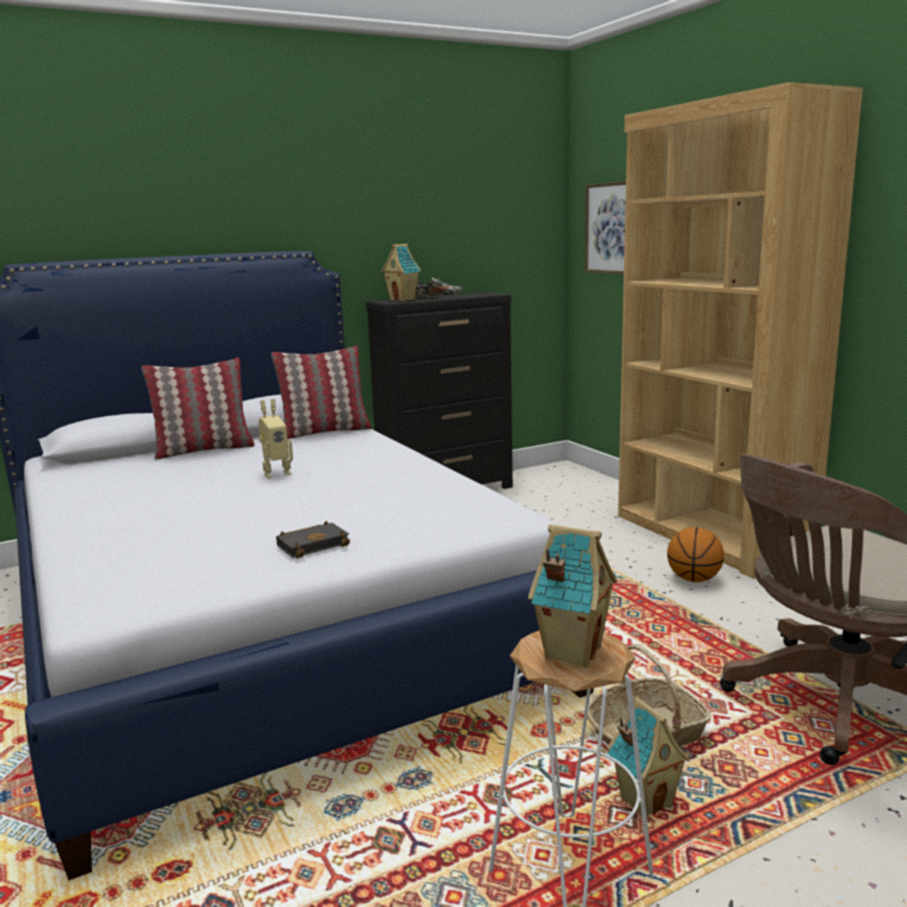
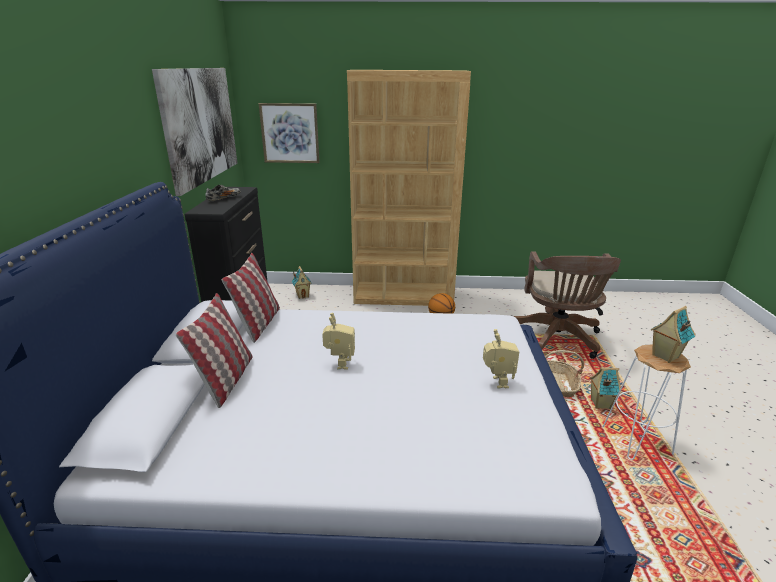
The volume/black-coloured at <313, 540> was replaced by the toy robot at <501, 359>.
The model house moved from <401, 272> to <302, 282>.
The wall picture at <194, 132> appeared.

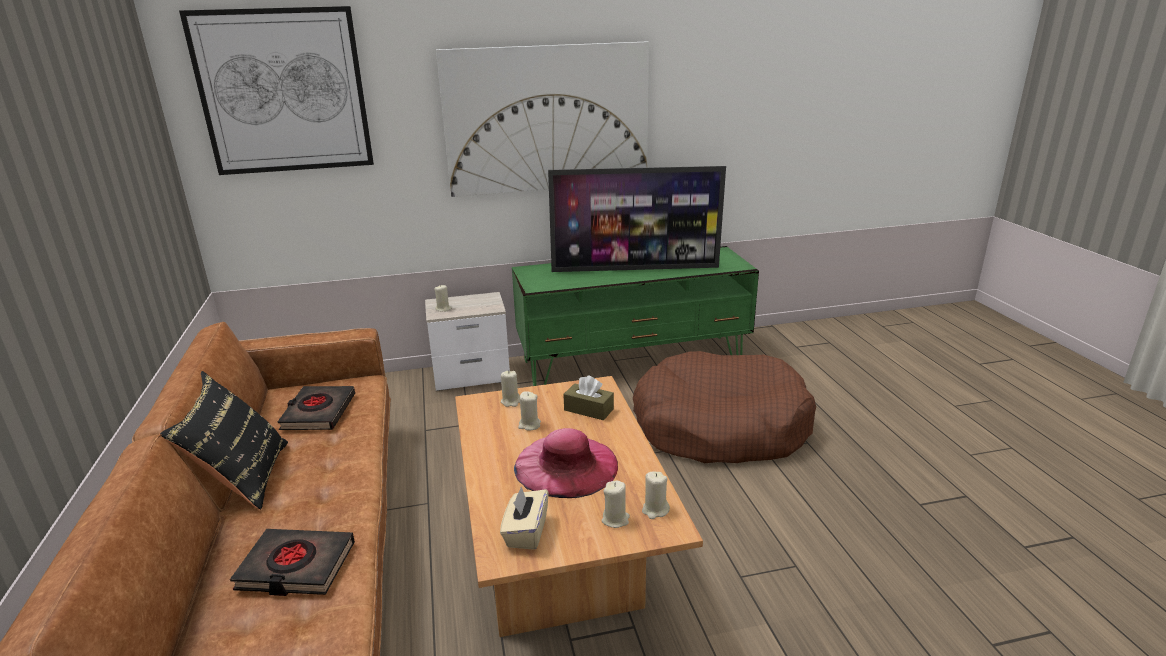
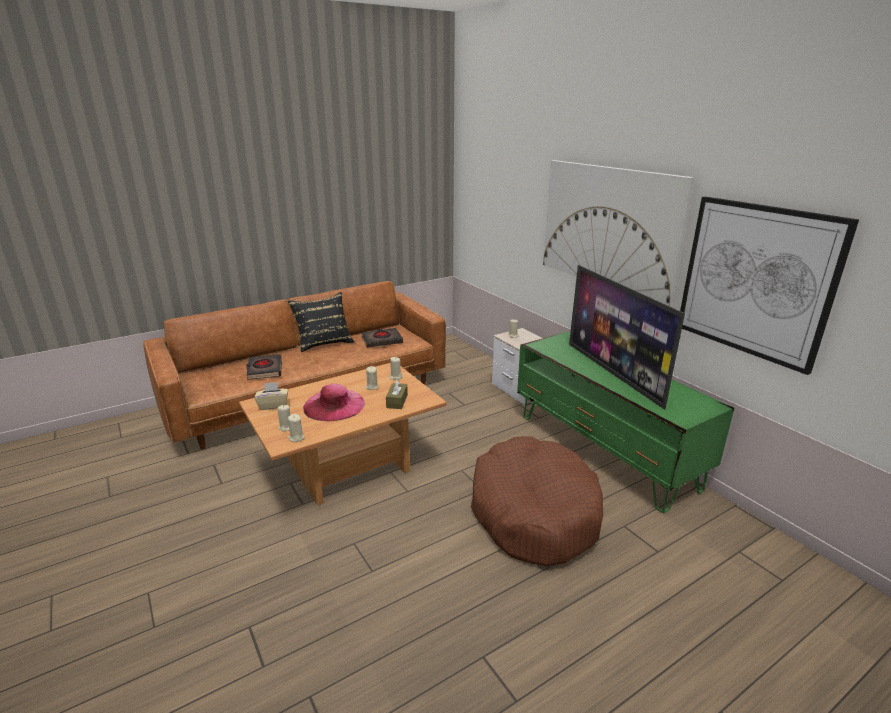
The wall picture moved from <276, 90> to <769, 285>.

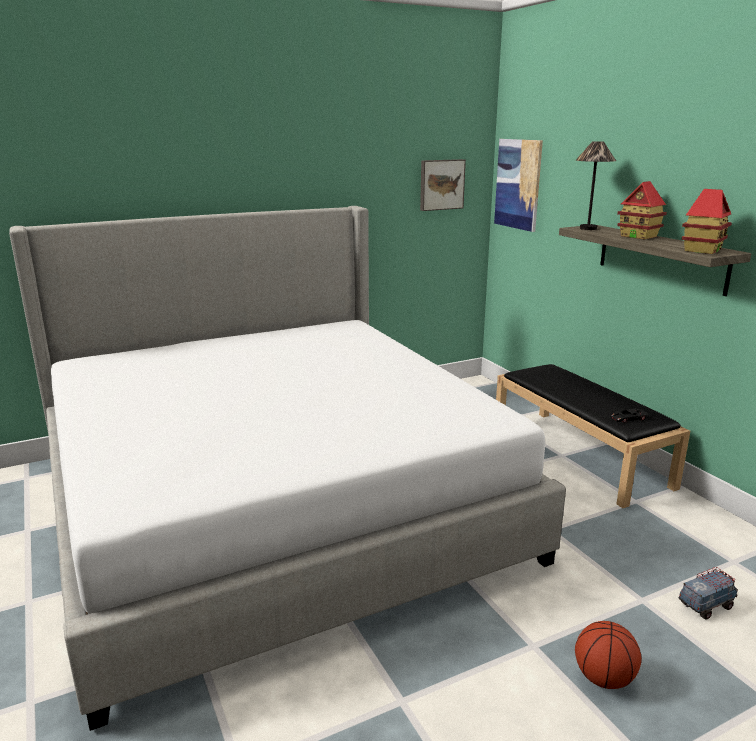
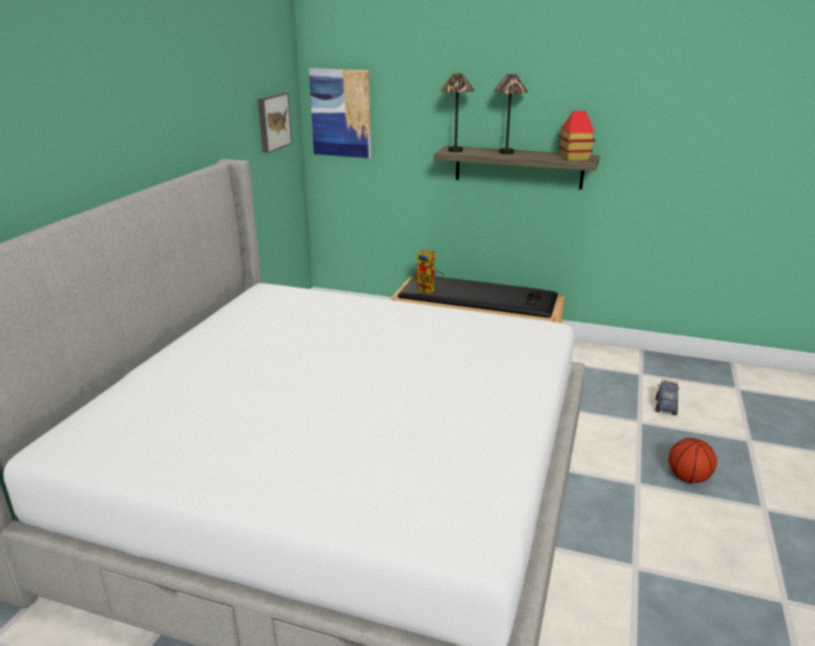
The model house at <642, 210> was replaced by the lamp for a table at <510, 114>.
The toy robot at <428, 271> appeared.

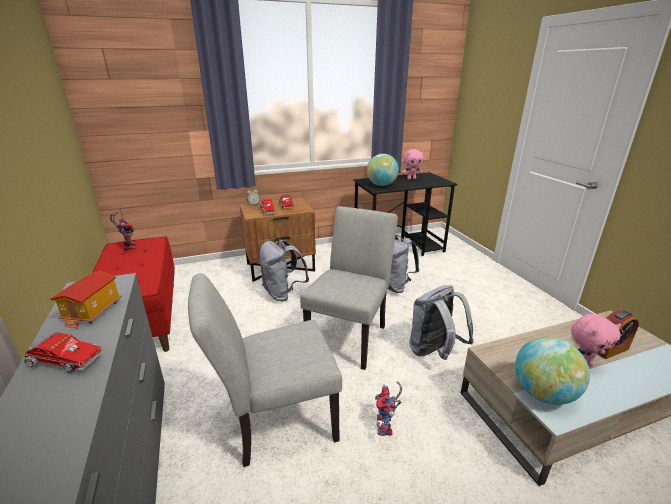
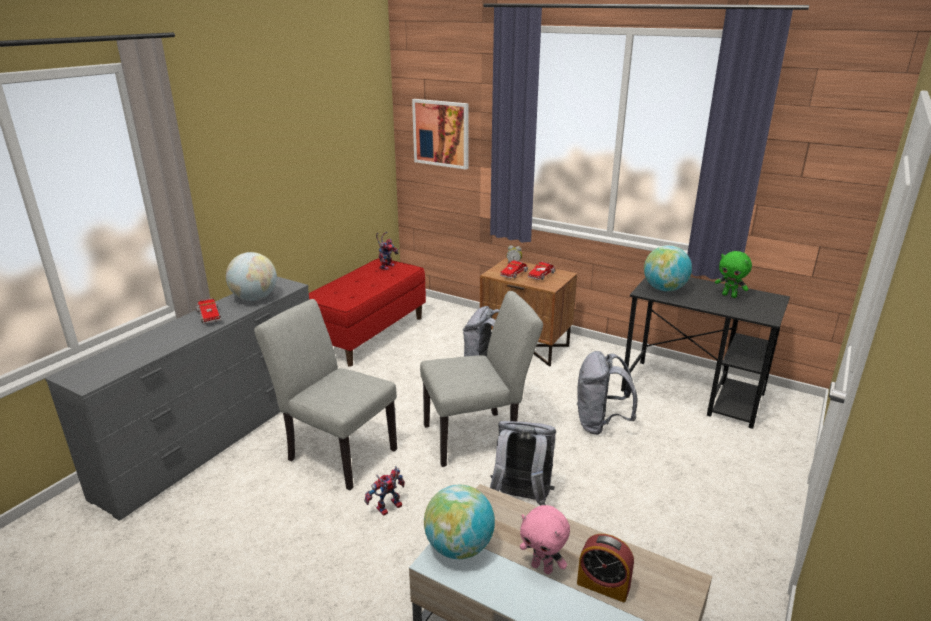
The model house at <86, 300> was replaced by the world globe at <251, 276>.
The cuddly toy/pinkish at <413, 164> became the cuddly toy/greenish at <733, 274>.
The wall picture at <440, 134> appeared.

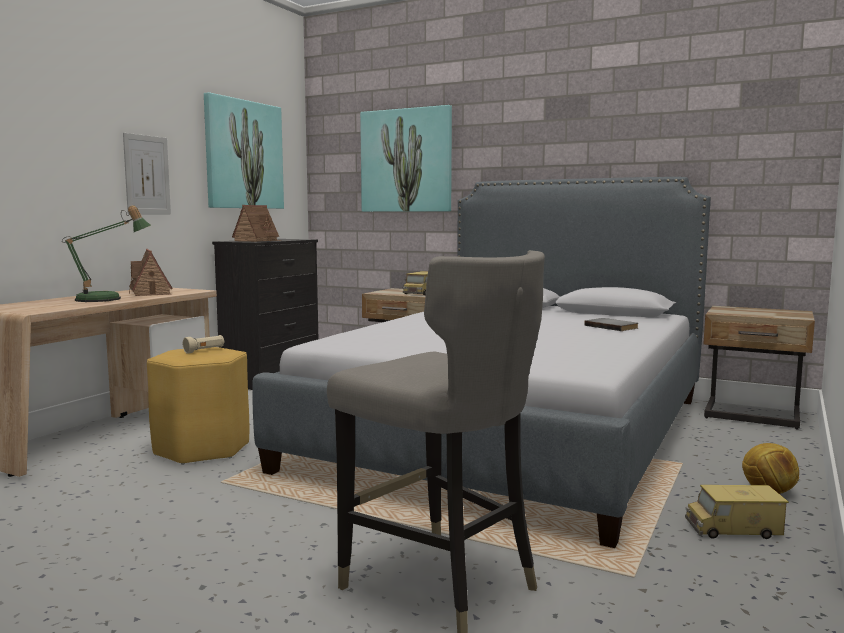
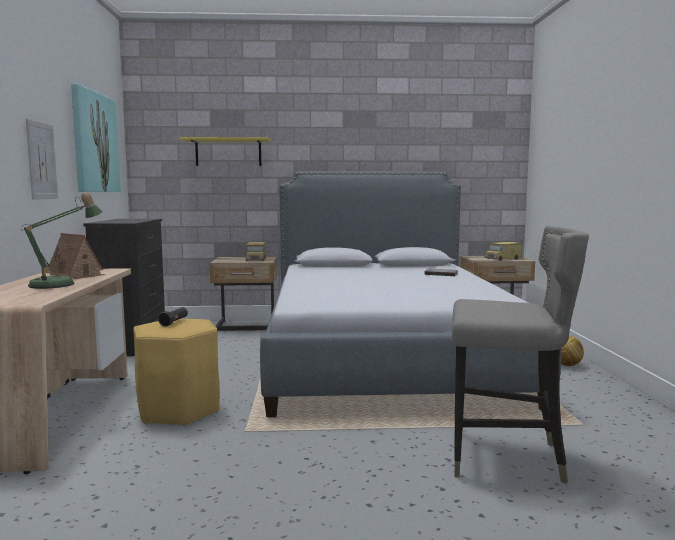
The flashlight/beige at <204, 344> became the flashlight/black-coloured at <173, 317>.
The model house at <256, 223> disappeared.
The wall picture at <406, 158> was replaced by the bracket shelf/yellow at <225, 151>.
The model truck moved from <737, 512> to <503, 251>.

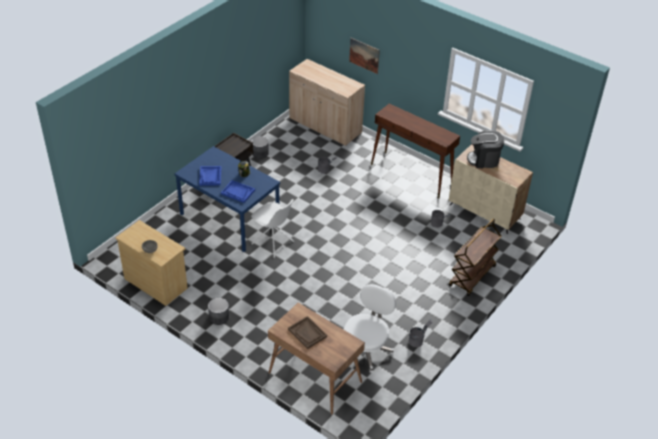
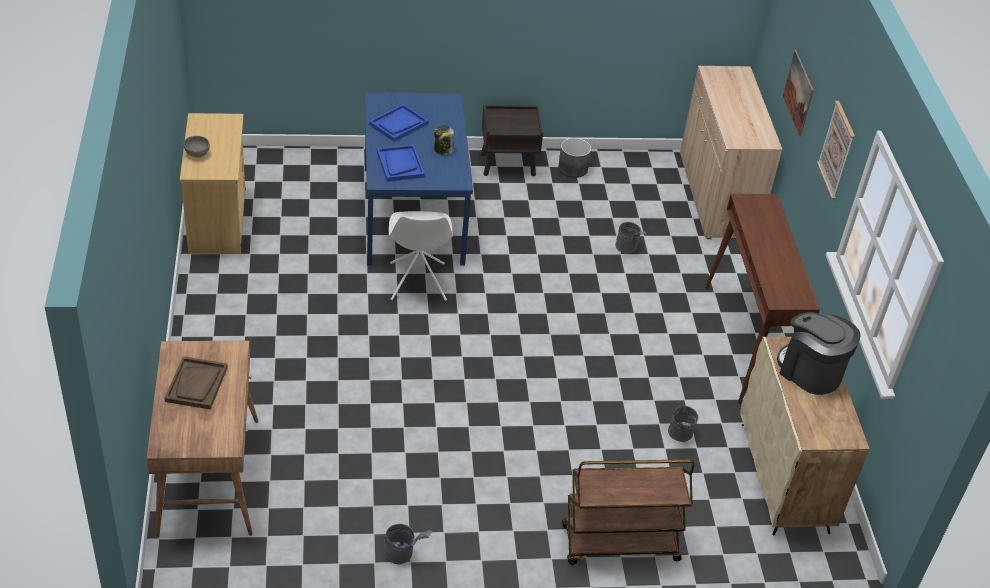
The plant pot/gray at <218, 311> disappeared.
The desk chair/white at <370, 328> disappeared.
The wall picture at <836, 150> appeared.

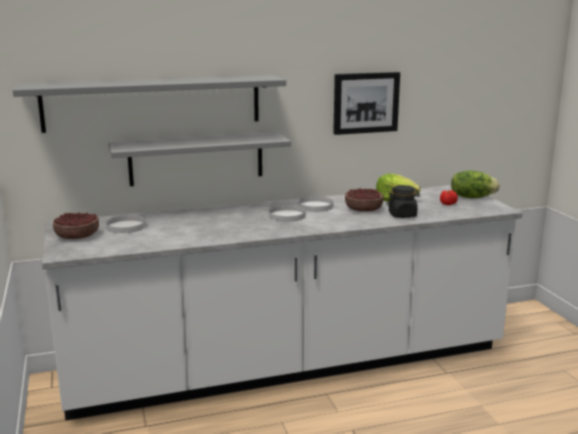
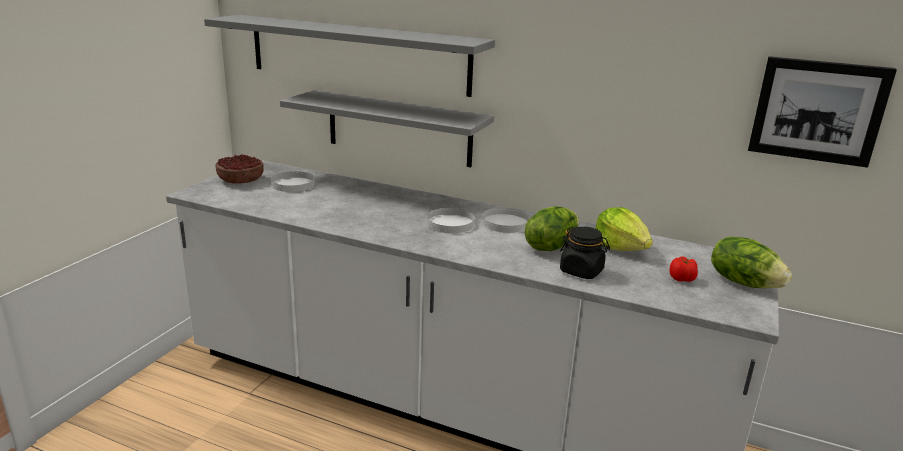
The wall picture moved from <366, 103> to <822, 112>.
The deep dish at <364, 200> was replaced by the lettuce at <552, 228>.

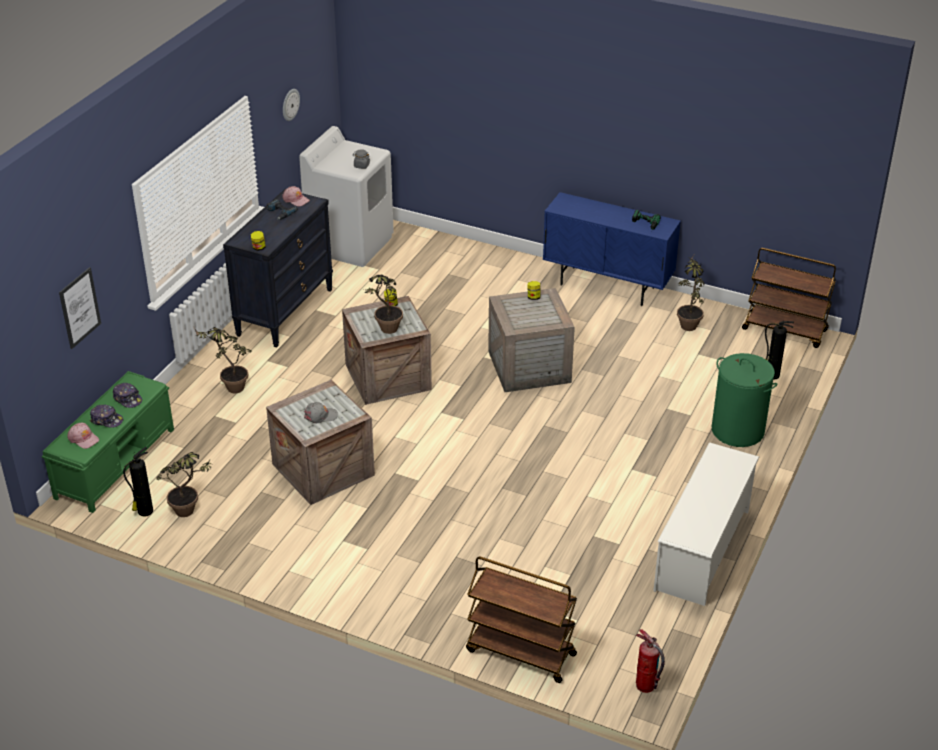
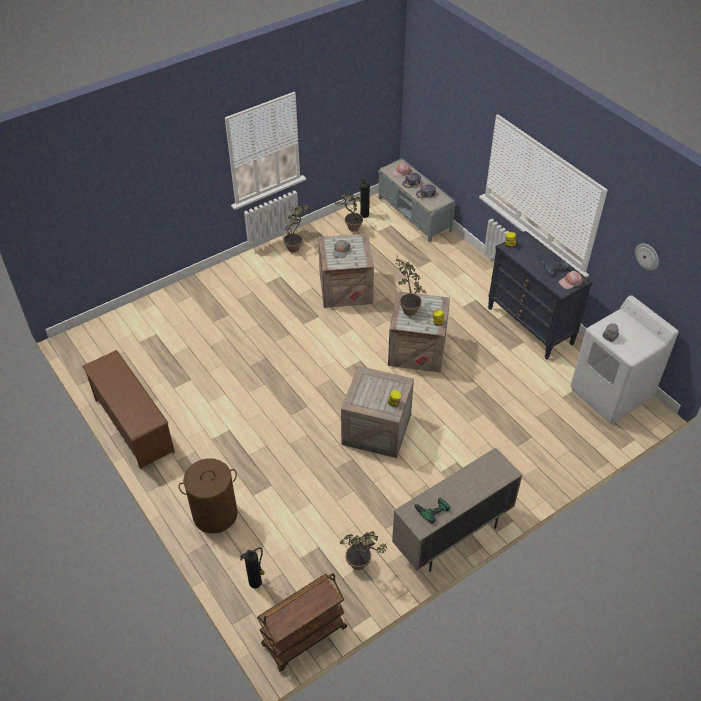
The long seat/greenish at <108, 442> became the long seat/gray at <417, 200>.
The wall picture at <80, 308> disappeared.
The potted plant moved from <223, 360> to <296, 227>.
The wheeled cart/brown at <521, 619> disappeared.
The cupboard/bluish at <612, 249> became the cupboard/beige at <457, 510>.
The fire-fighting cylinder at <650, 661> disappeared.
The shoe stand/white at <706, 524> became the shoe stand/brown at <128, 409>.
The laundry basket/greenish at <745, 400> became the laundry basket/brown at <208, 496>.

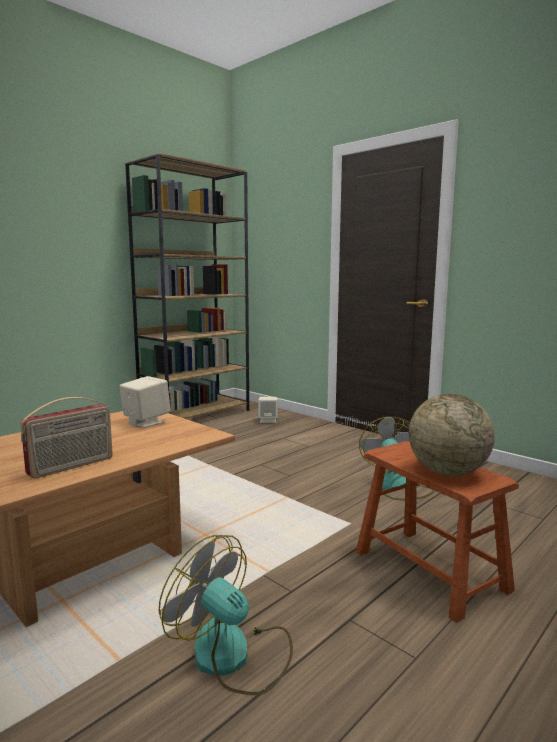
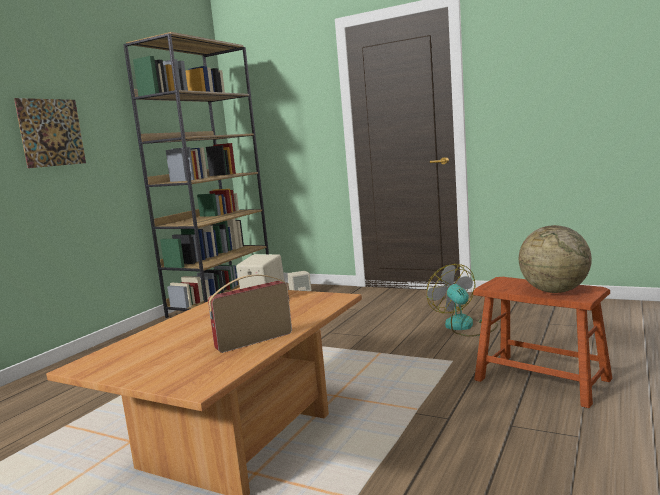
The radio set at <67, 438> turned 150 degrees counterclockwise.
The cooling fan at <226, 615> disappeared.
The wall picture at <50, 133> appeared.

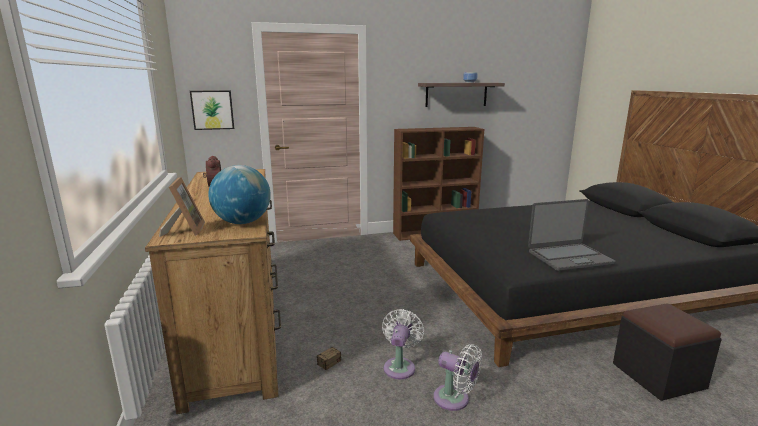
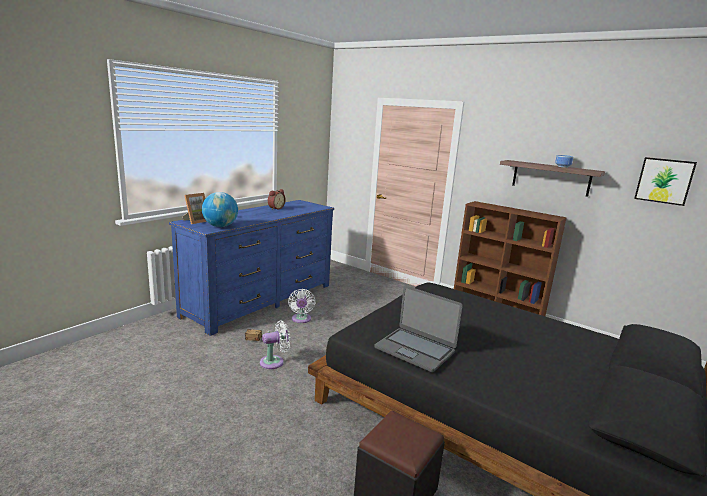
The dresser/brown at <213, 291> became the dresser/bluish at <251, 268>.
The wall picture moved from <212, 110> to <665, 181>.
The cooling fan/white moved from <458, 377> to <301, 306>.

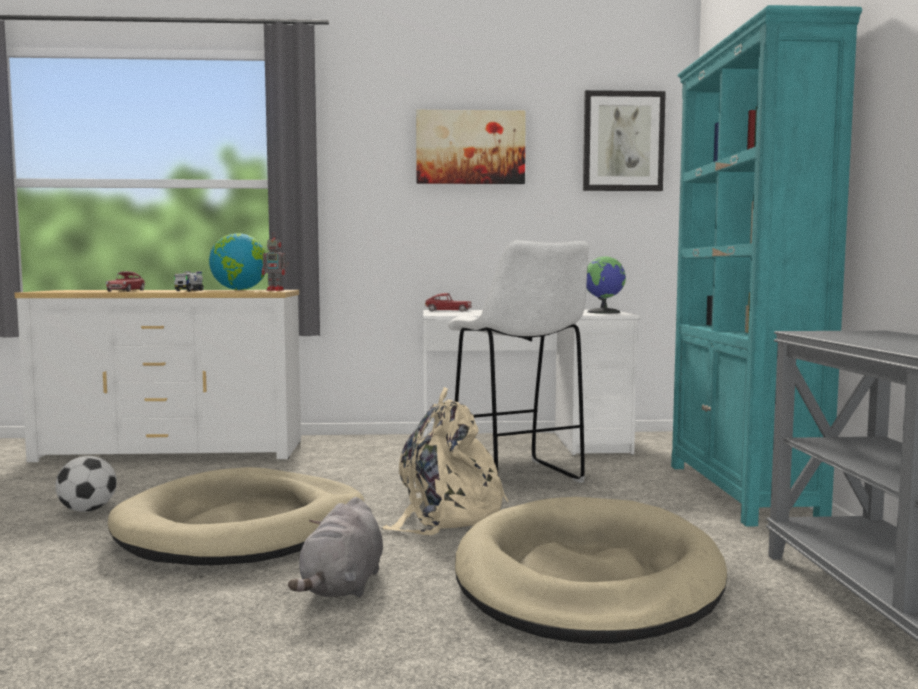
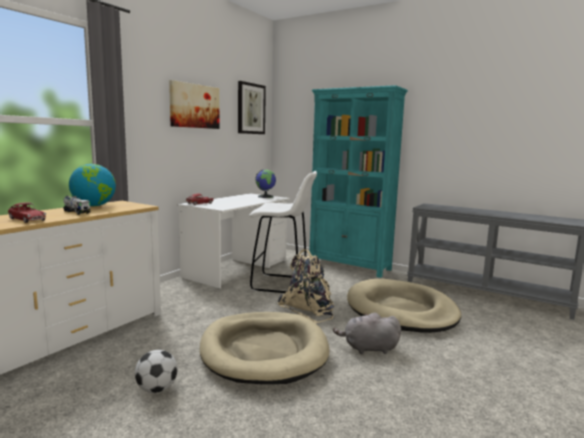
The toy robot at <275, 262> disappeared.
The cuddly toy/gray at <335, 547> turned 135 degrees clockwise.

